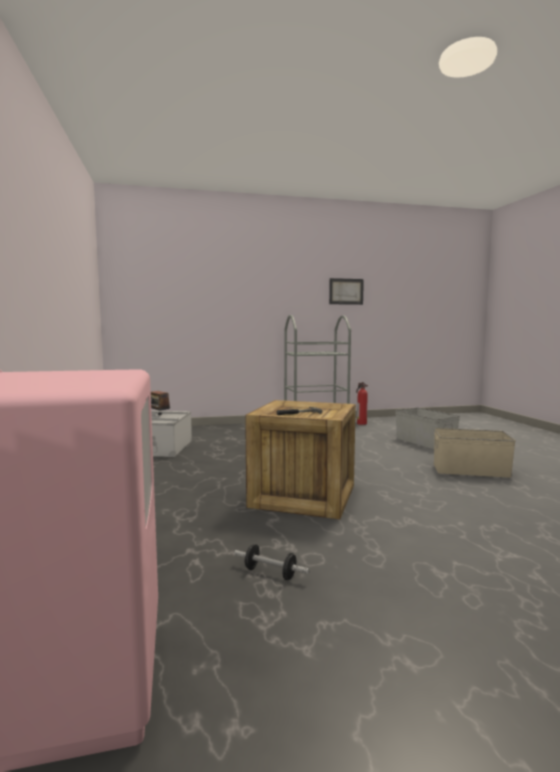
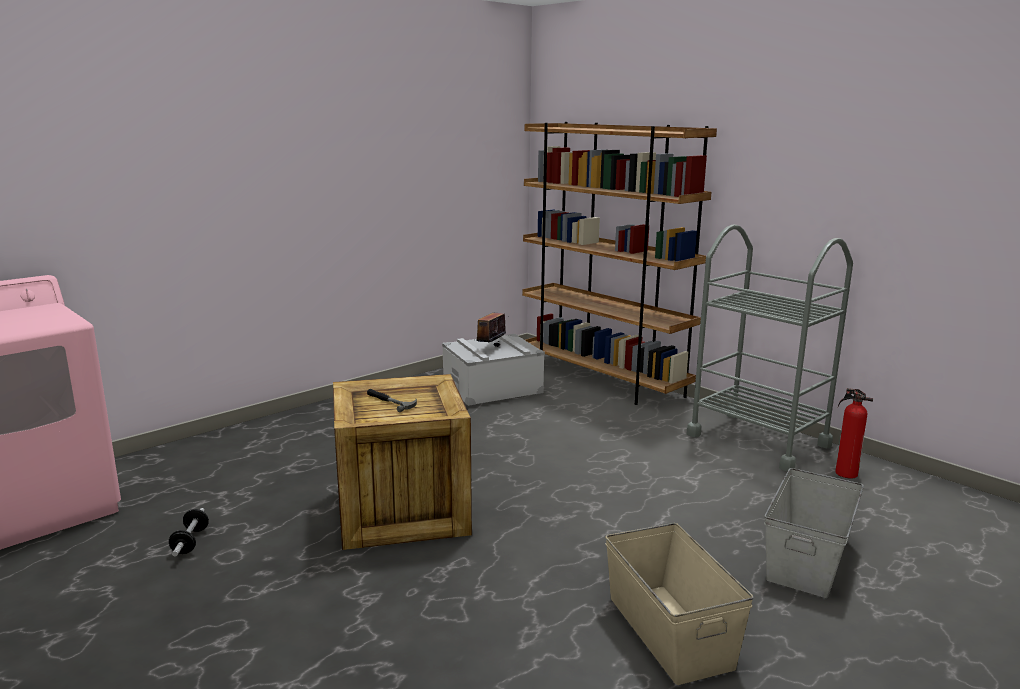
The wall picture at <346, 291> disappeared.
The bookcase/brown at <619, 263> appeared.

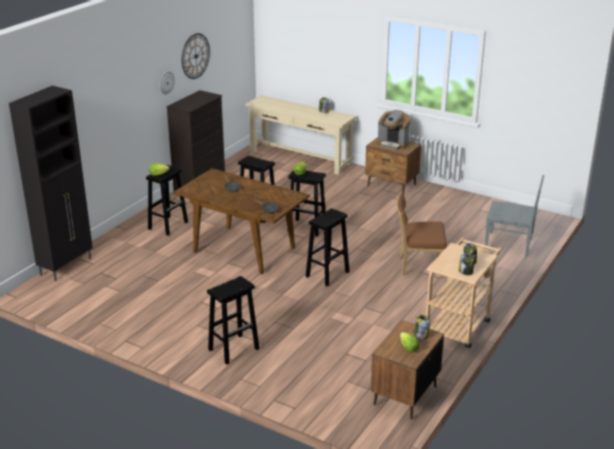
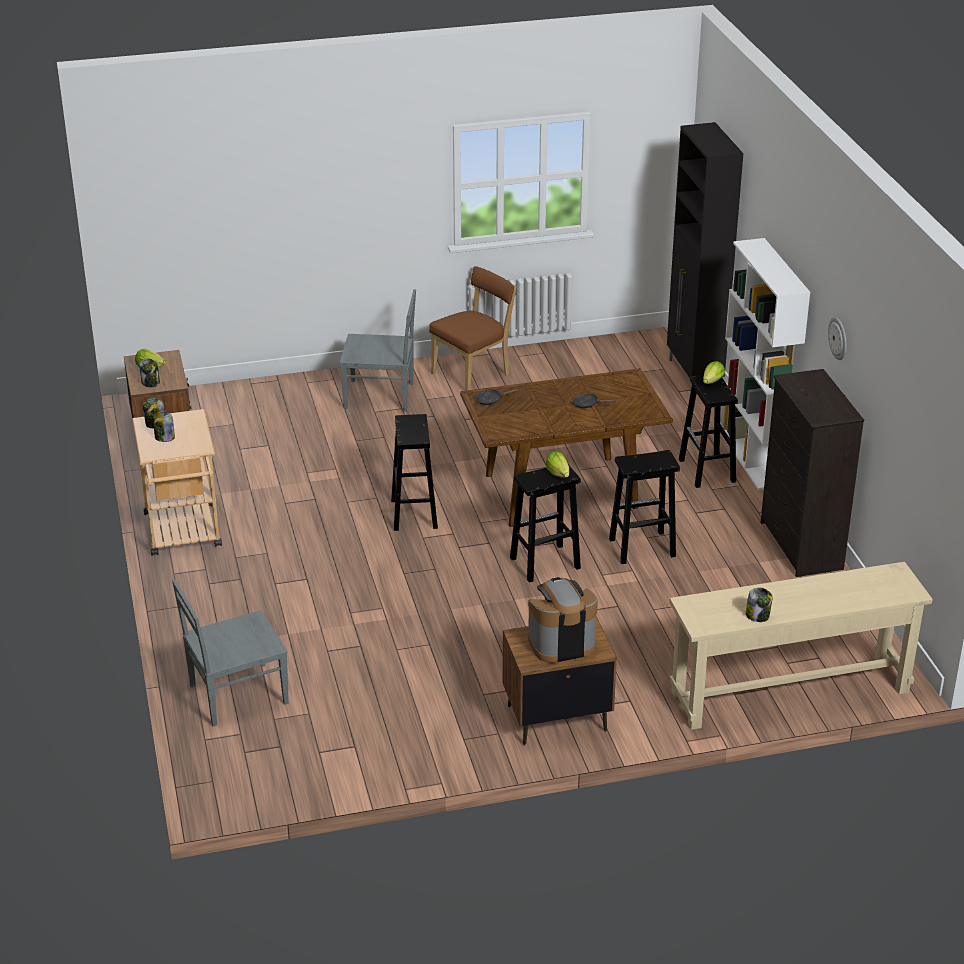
The hanging clock at <196, 56> disappeared.
The stool seat/black-coloured at <233, 320> was replaced by the plain chair/gray at <377, 350>.
The plain chair/brown moved from <422, 235> to <472, 328>.
The bookcase/white at <765, 364> appeared.

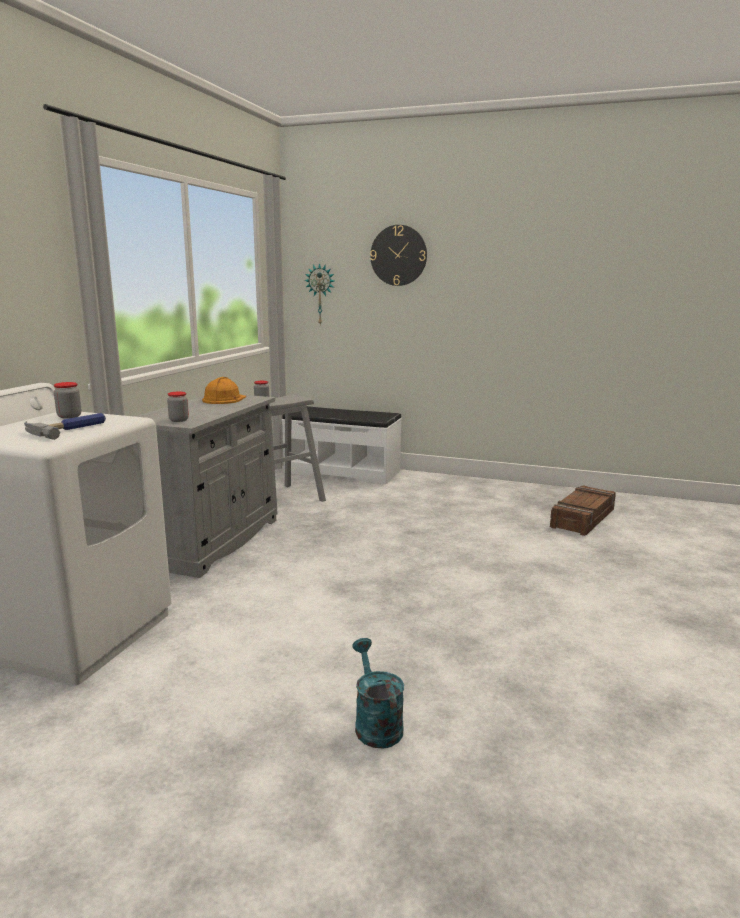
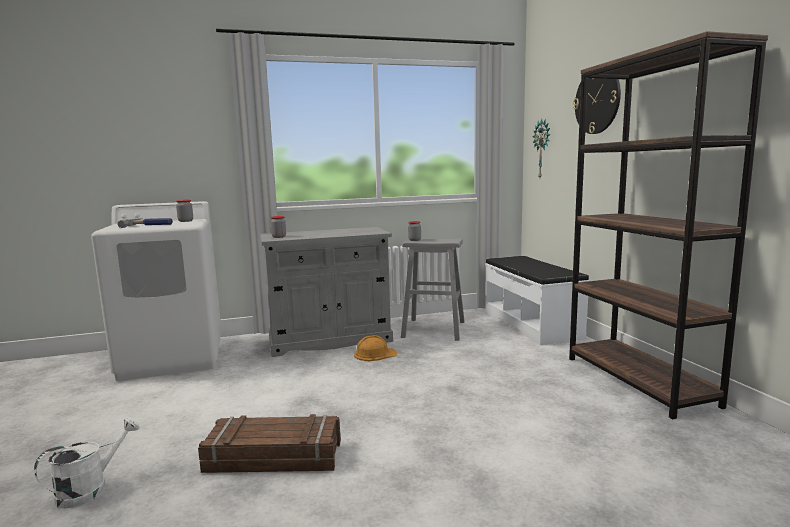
The work helmet/orange-coloured moved from <224, 390> to <375, 348>.
The watering pot/turquoise at <378, 693> became the watering pot/white at <87, 463>.
The crate moved from <583, 510> to <269, 443>.
The bookcase/brown at <668, 225> appeared.

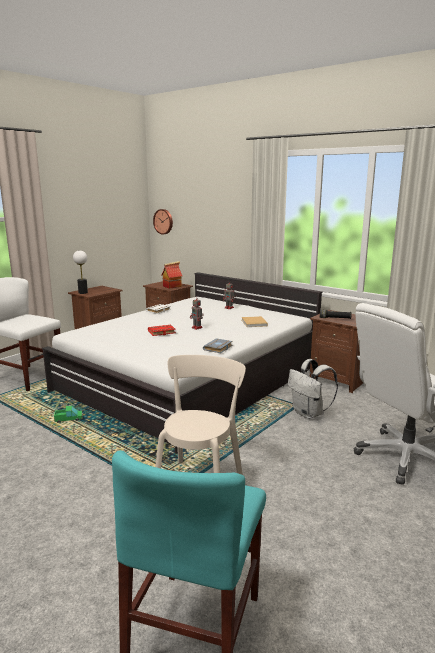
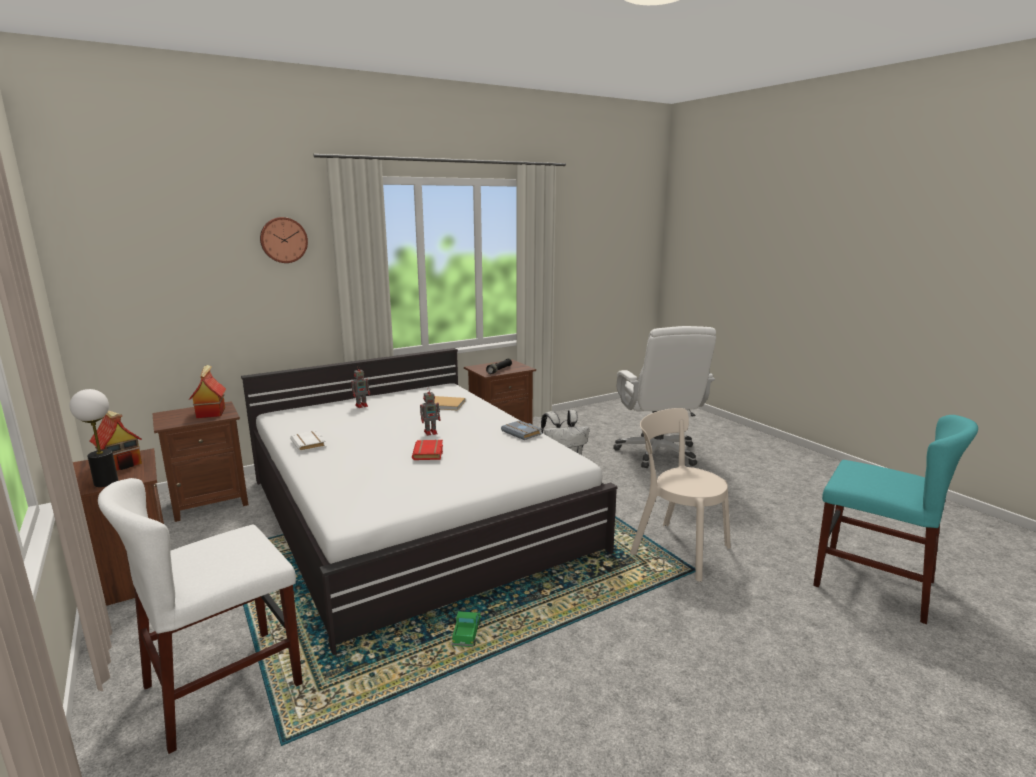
The hanging clock moved from <163, 221> to <284, 240>.
The model house at <116, 440> appeared.

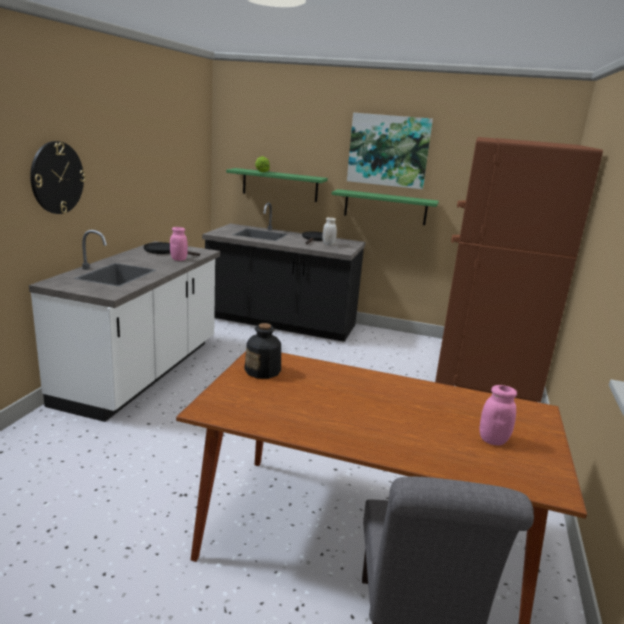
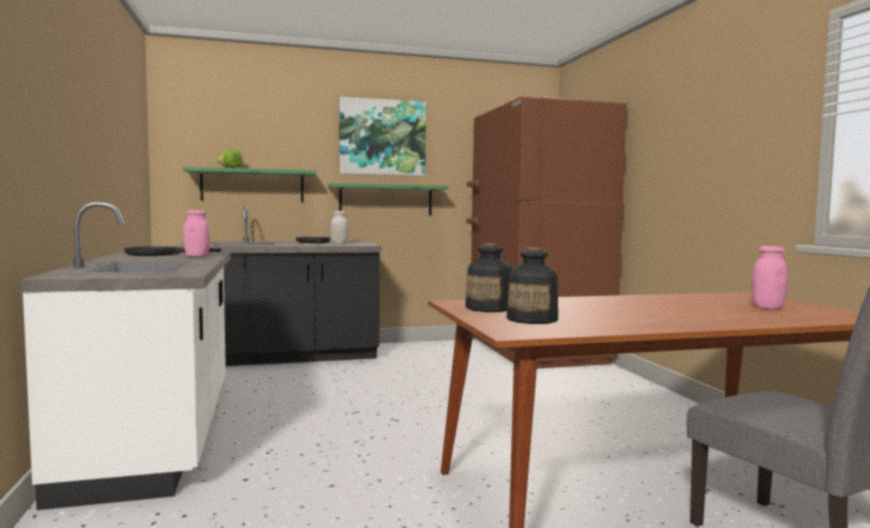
The hanging clock at <58, 177> disappeared.
The bottle at <532, 285> appeared.

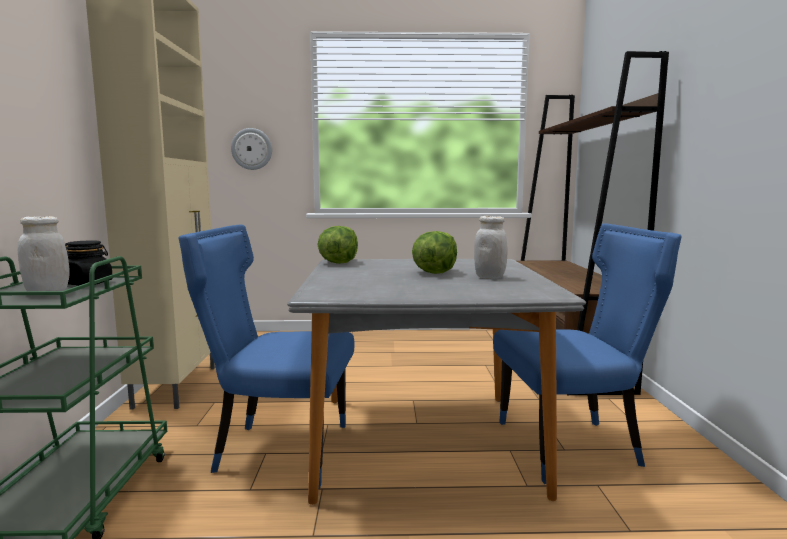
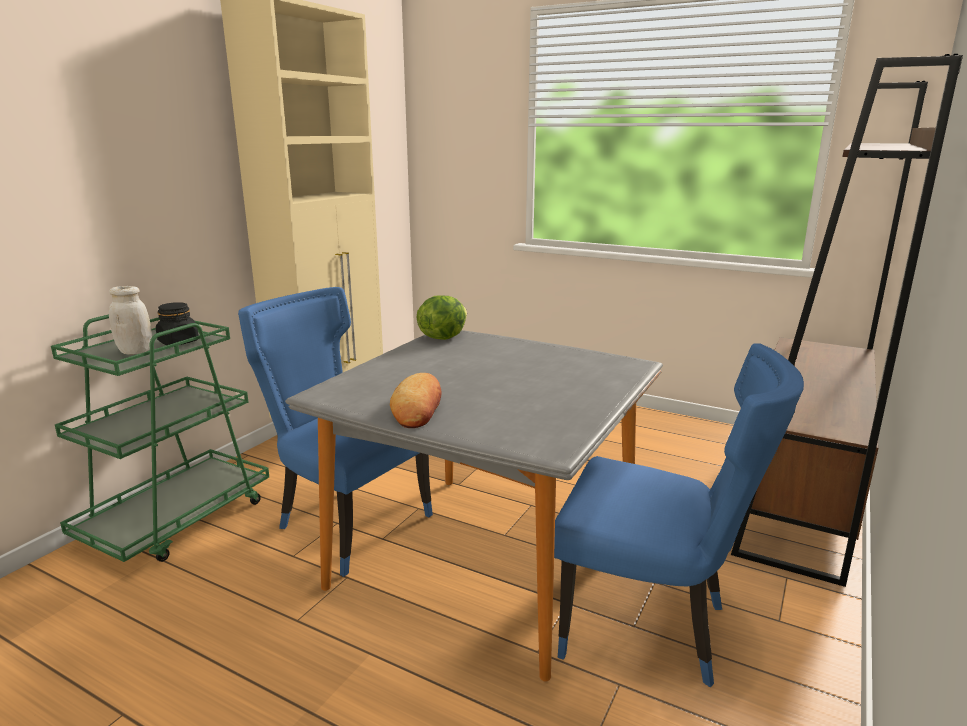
The hanging clock at <251, 149> disappeared.
The lettuce at <434, 252> disappeared.
The preserve jar/white at <491, 247> disappeared.
The bakery bread at <416, 400> appeared.

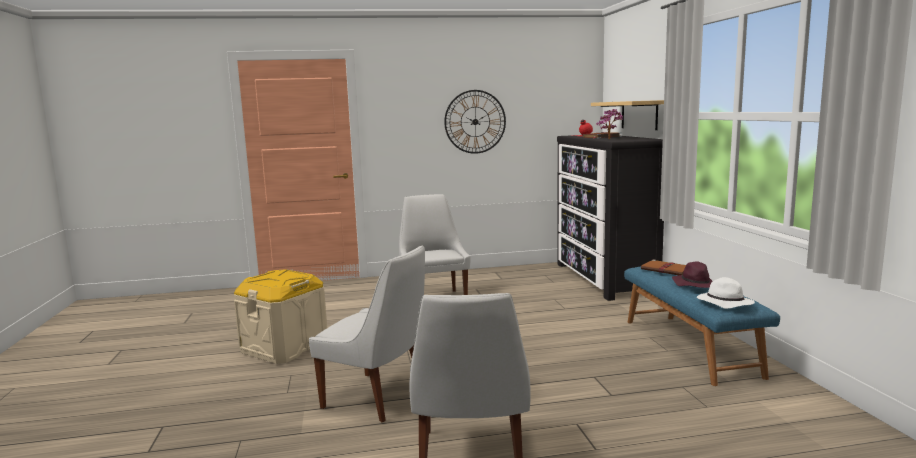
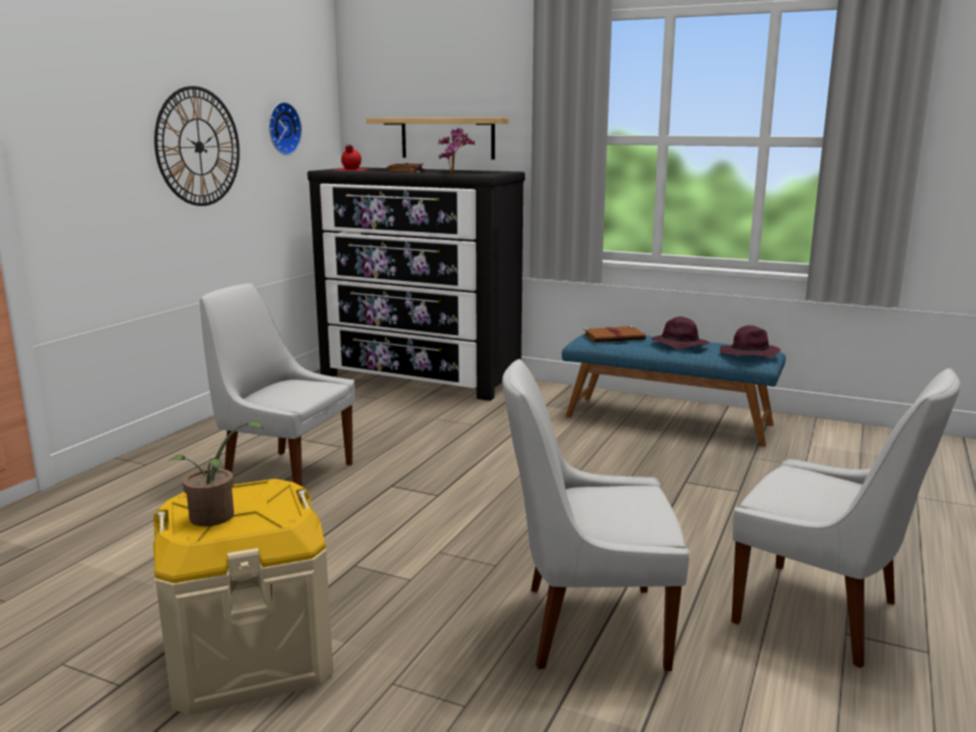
The plain chair/white at <367, 333> turned 150 degrees counterclockwise.
The clothing hat/white at <726, 293> became the clothing hat/purple-coloured at <750, 341>.
The potted plant at <217, 473> appeared.
The hanging clock at <285, 128> appeared.

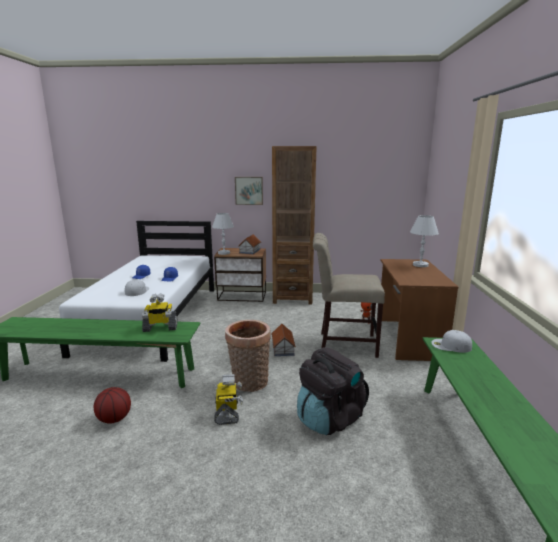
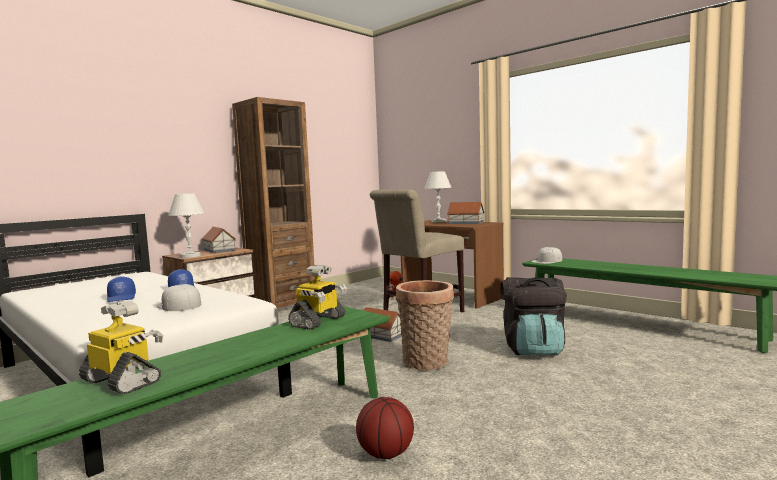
The toy robot moved from <228, 399> to <121, 347>.
The wall picture at <249, 191> disappeared.
The model house at <466, 213> appeared.

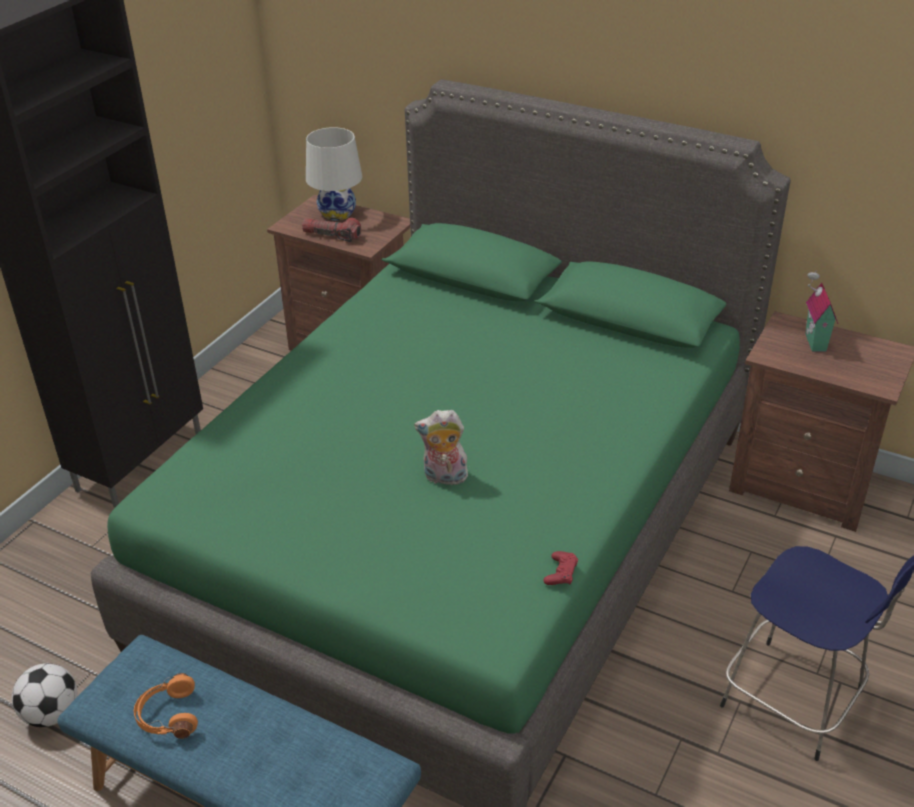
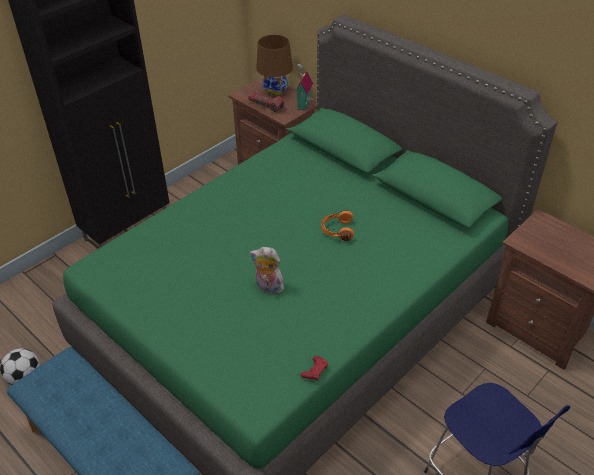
The headphones/orange-coloured moved from <166, 706> to <337, 225>.
The lamp for a table/white at <334, 174> became the lamp for a table/brown at <274, 65>.
The model house moved from <821, 311> to <304, 87>.

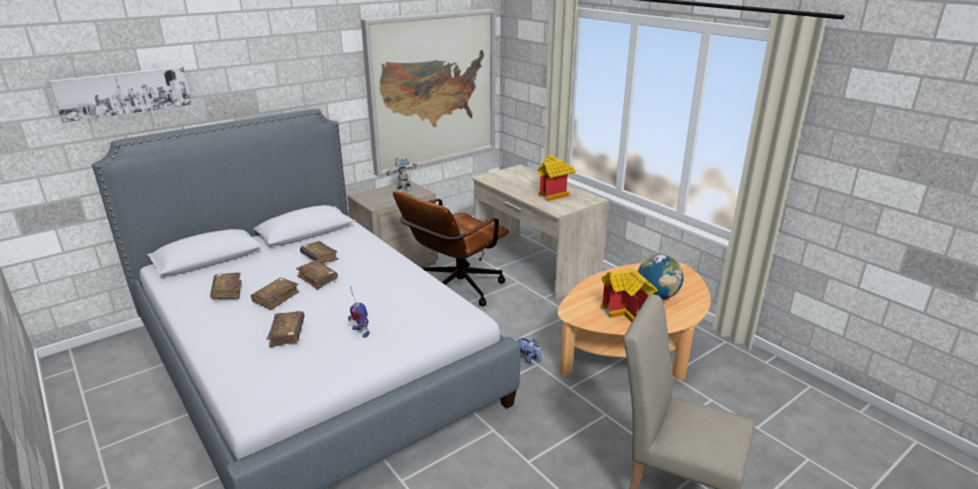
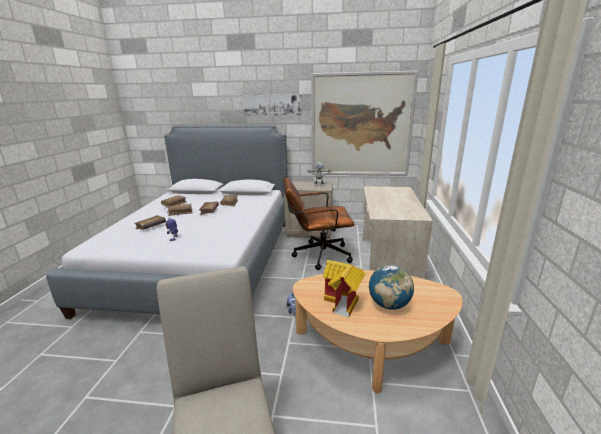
The wall picture moved from <120, 94> to <272, 105>.
The model house at <556, 177> disappeared.

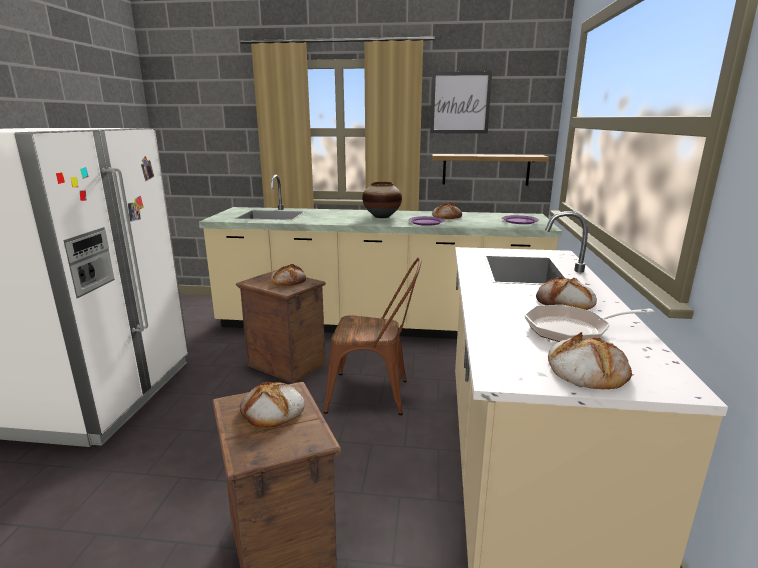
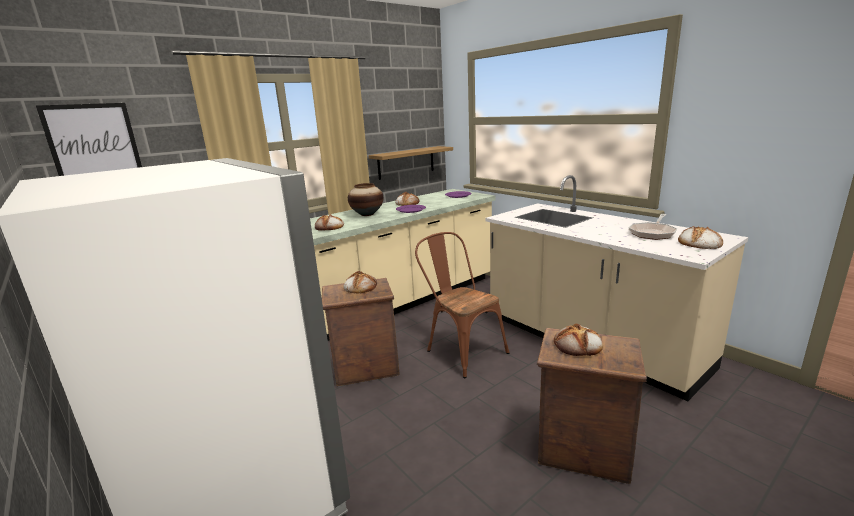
The plain chair/brown at <372, 336> turned 90 degrees counterclockwise.
The wall picture moved from <461, 102> to <89, 139>.
The bakery bread moved from <566, 293> to <329, 222>.

